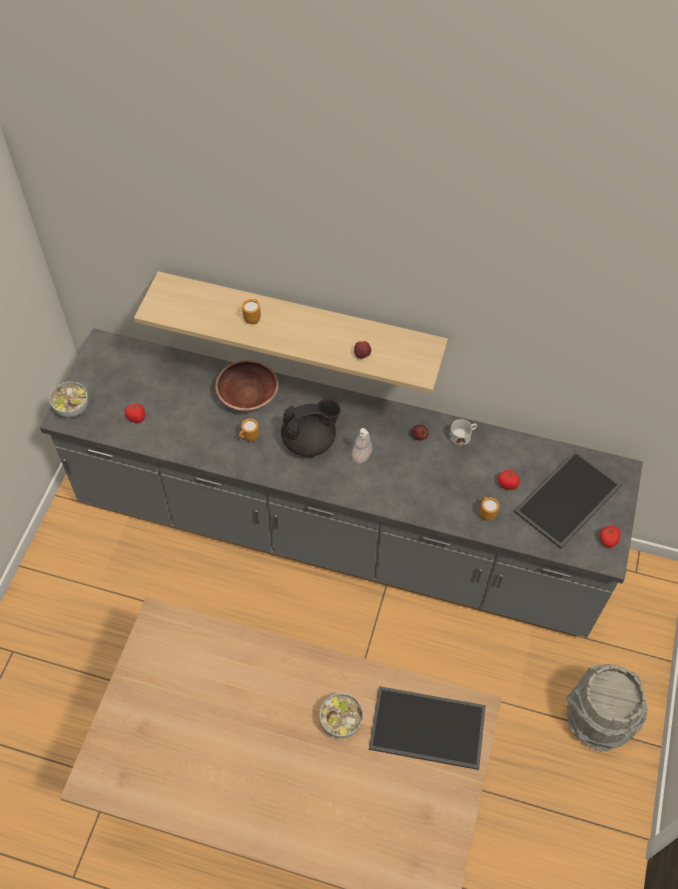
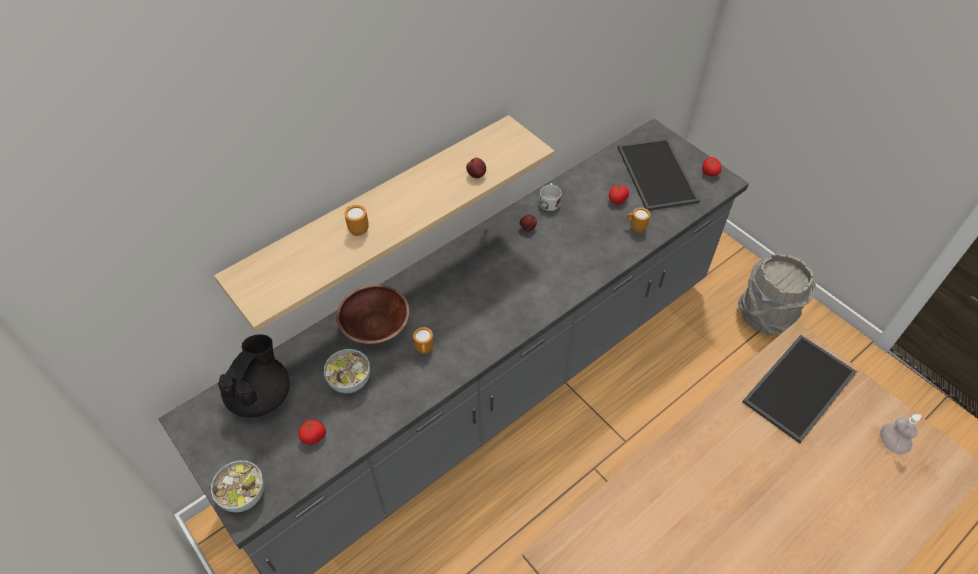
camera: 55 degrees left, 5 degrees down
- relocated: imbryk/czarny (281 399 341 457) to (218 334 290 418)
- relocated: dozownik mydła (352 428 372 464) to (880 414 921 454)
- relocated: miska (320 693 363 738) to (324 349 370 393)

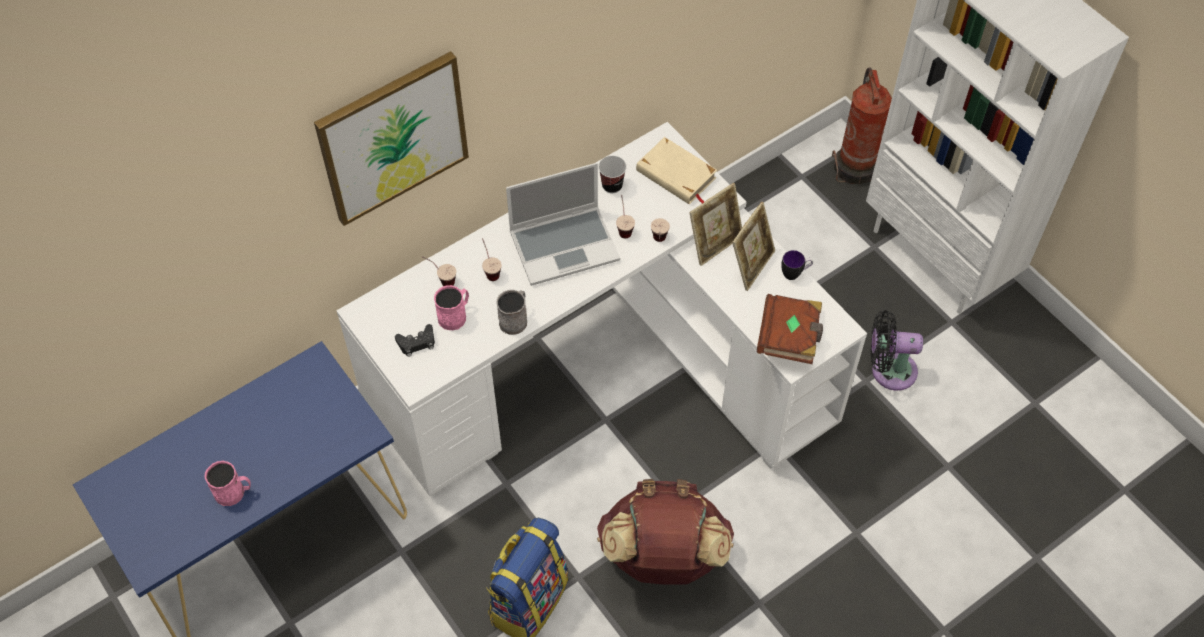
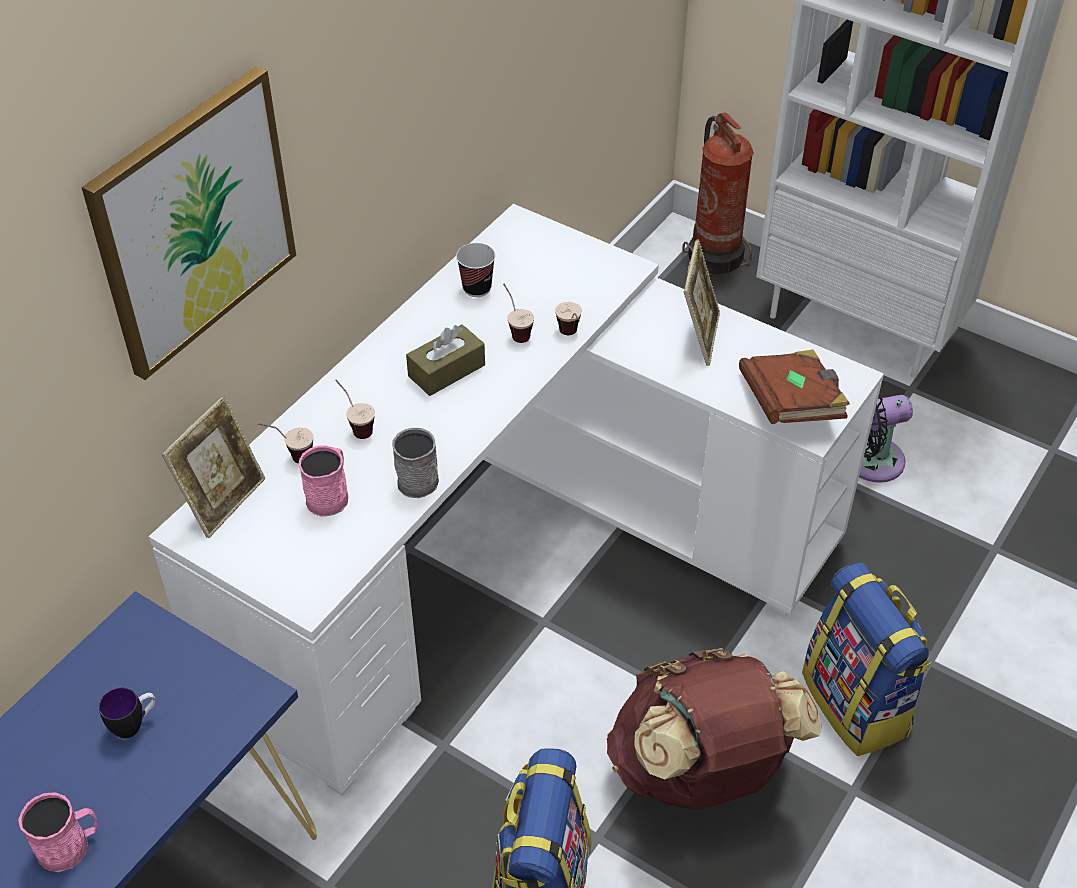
camera: 20 degrees left, 10 degrees down
- missing: książka/beżowy (636 137 717 205)
- exchanged: laptop (506 163 620 286) to pudełko chusteczek/brązowy (406 324 485 396)
- relocated: ramka na zdjęcie (689 183 742 266) to (161 396 265 538)
- relocated: kubek (781 250 813 280) to (99 688 156 738)
- missing: pad do gier/czarny (395 324 435 357)
- appeared: plecak (802 562 932 756)

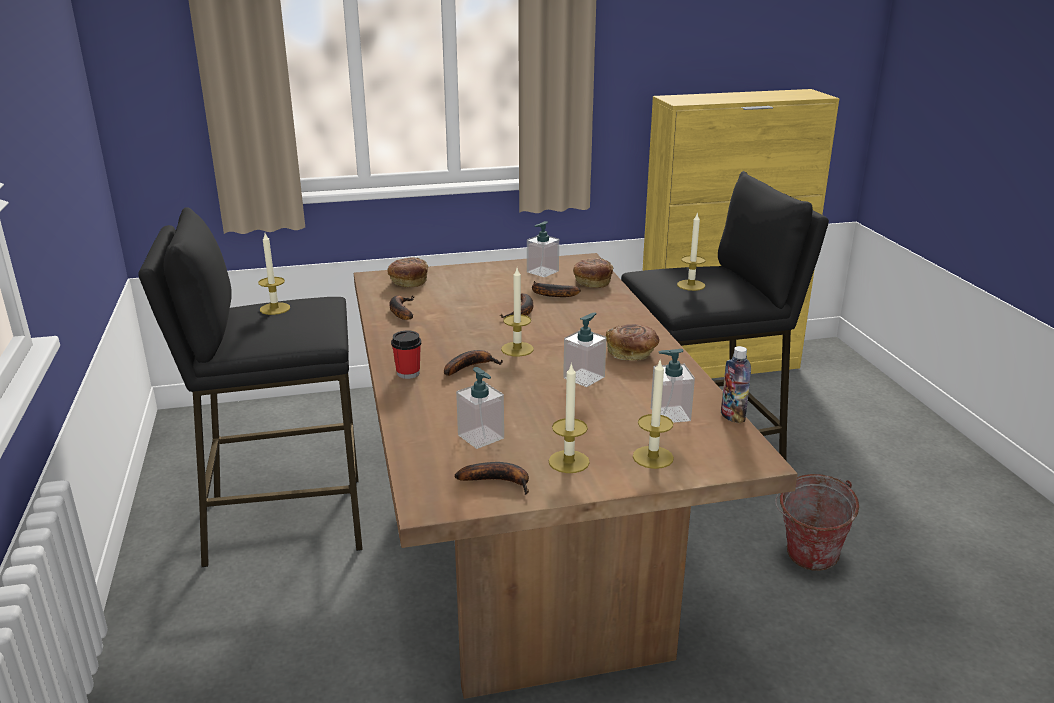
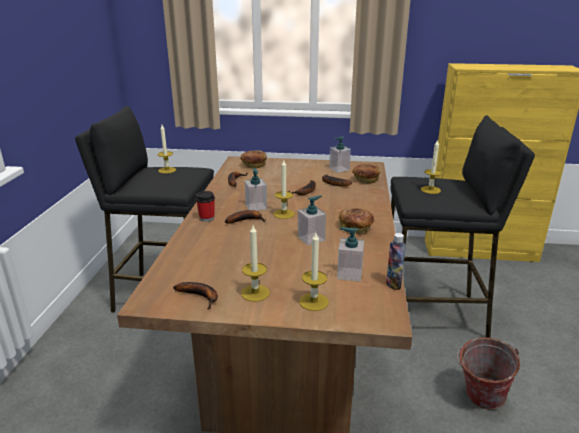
camera: 20 degrees right, 0 degrees up
- relocated: dozownik mydła (456 367 504 449) to (245 168 267 211)

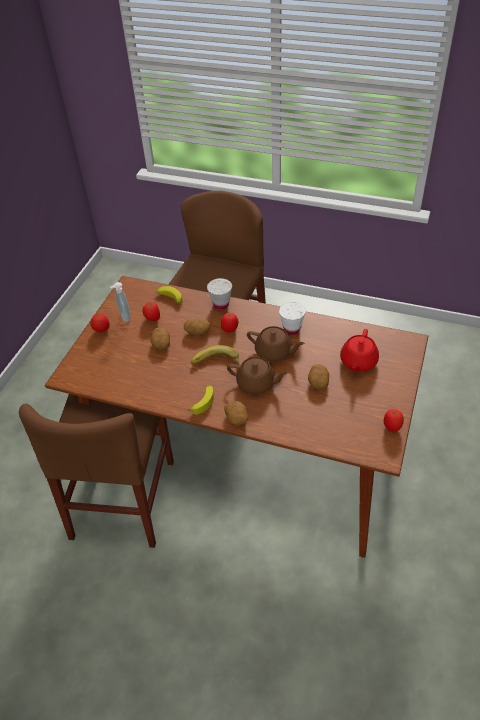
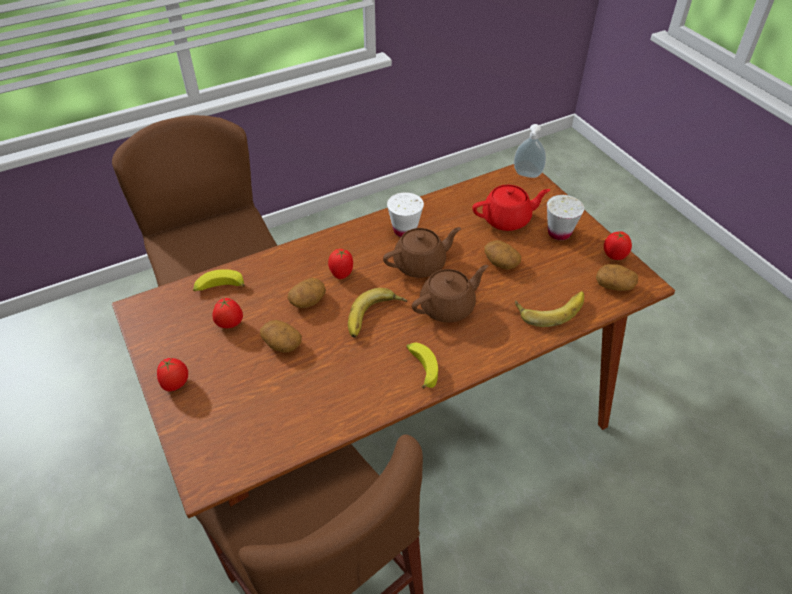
camera: 50 degrees left, 0 degrees up
- relocated: filiżanka/biały (207 278 232 310) to (547 195 584 240)
- relocated: dozownik mydła (110 282 130 322) to (514 124 546 178)
- spun: imbryk/czerwony (340 329 379 372) = (472 185 550 231) 75 degrees counterclockwise
- relocated: ziemniak (224 401 248 425) to (596 264 638 291)
- appeared: banan (515 291 584 327)

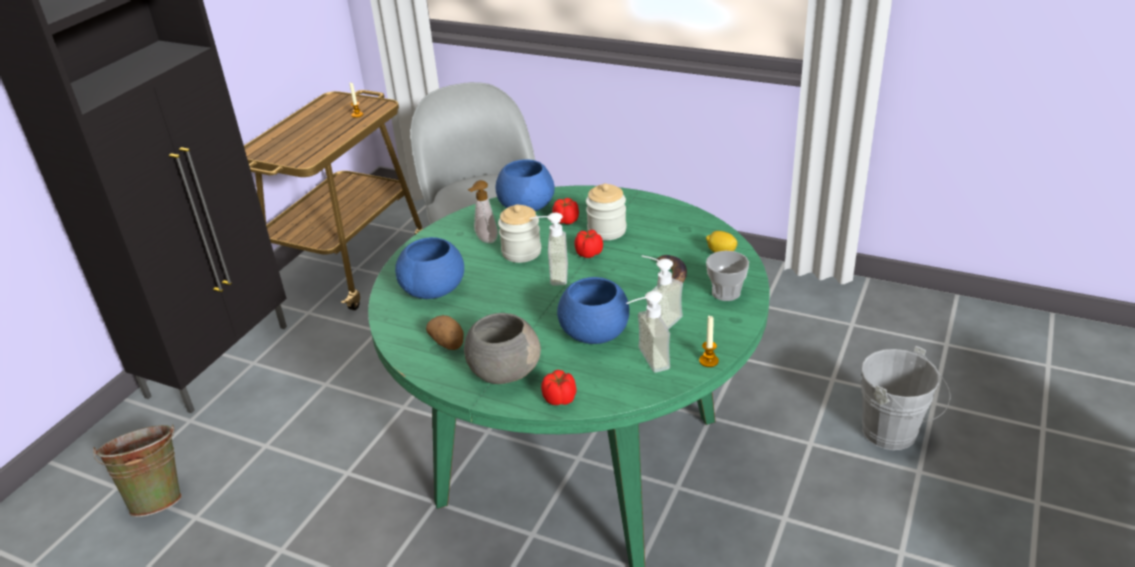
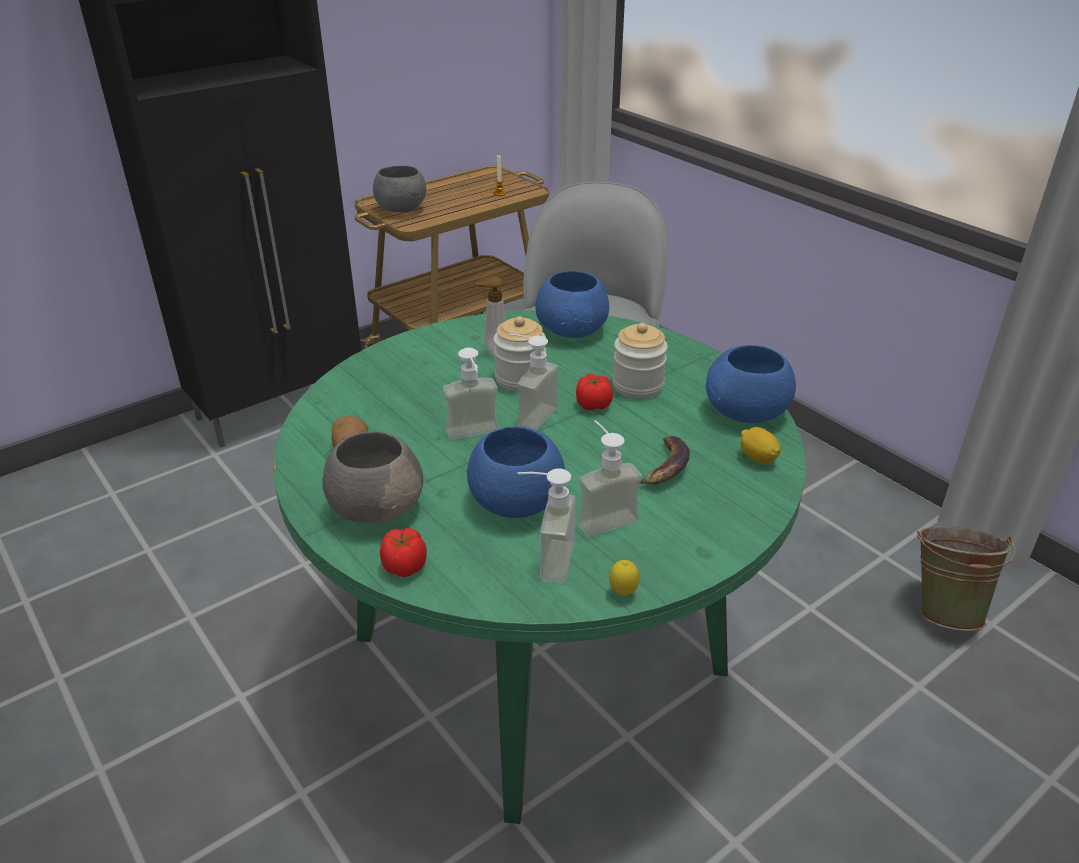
camera: 25 degrees right, 0 degrees up
- missing: pomidor (552 198 579 224)
- relocated: miska/niebieski (395 237 464 299) to (706 345 796 423)
- missing: filiżanka (706 251 749 301)
- exchanged: świeca (699 315 719 367) to cytryna (609 560 639 596)
- missing: wiadro/szary (861 346 950 450)
- relocated: wiadro/zielony (93 424 182 517) to (917 526 1016 631)
- appeared: miska/szary (373 165 426 212)
- appeared: dozownik mydła (443 348 499 440)

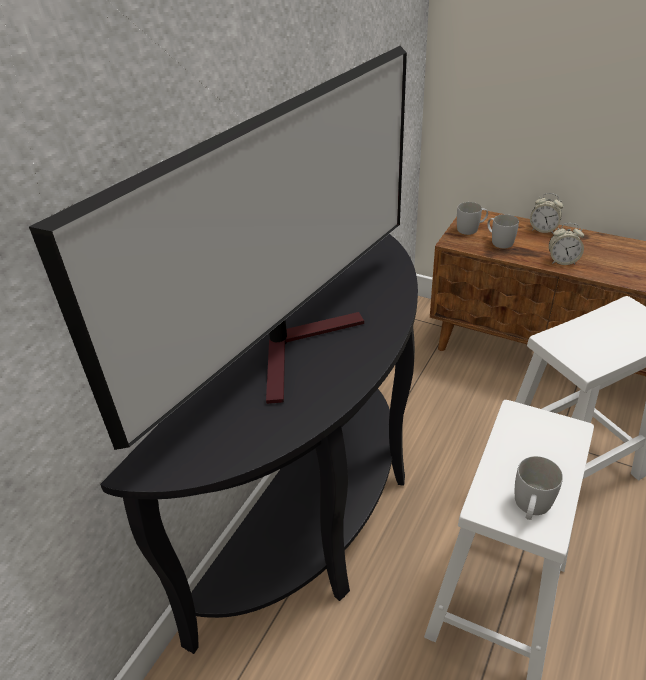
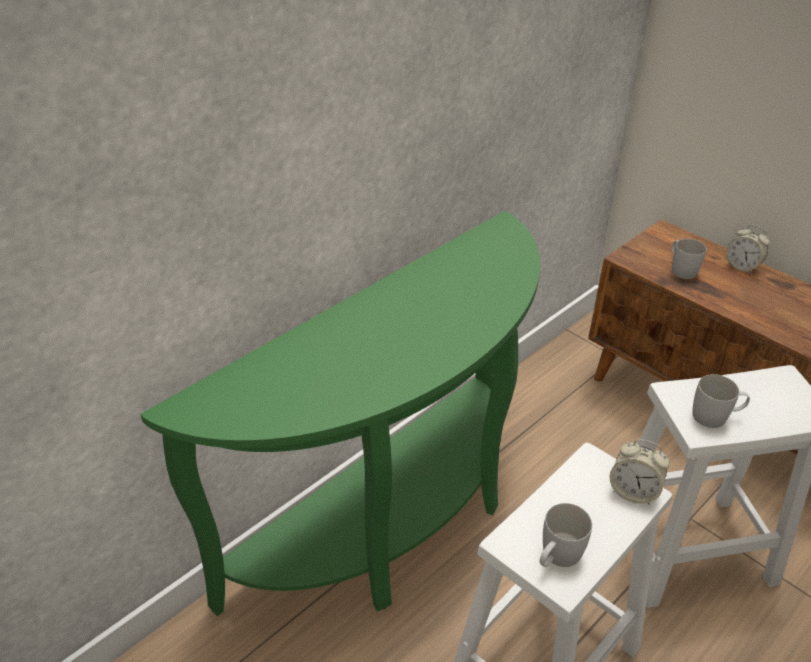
camera: 15 degrees right, 0 degrees up
- missing: telewizor (29 46 407 450)
- relocated: kubek/biały (457 202 488 235) to (692 374 750 428)
- relocated: budzik (549 223 584 265) to (609 439 670 505)
- colour: stolik konsolowy/czarny (100 234 418 654) to stolik konsolowy/zielony (140 211 540 616)

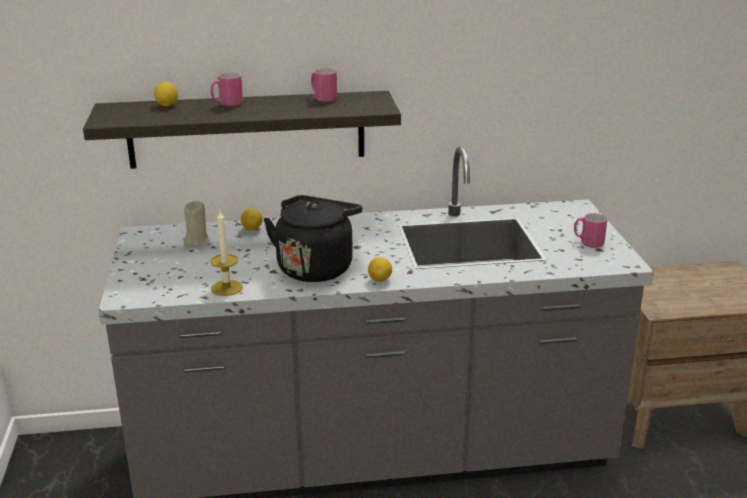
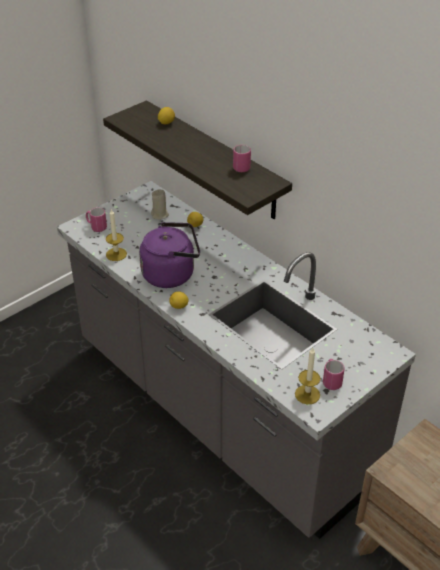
camera: 55 degrees right, 15 degrees up
- relocated: kubek/różowy (210 72 243 107) to (86 208 107 232)
- colour: czajnik/czarny (264 195 363 282) to czajnik/fioletowy (139 222 200 288)
- appeared: świeca (295 348 320 404)

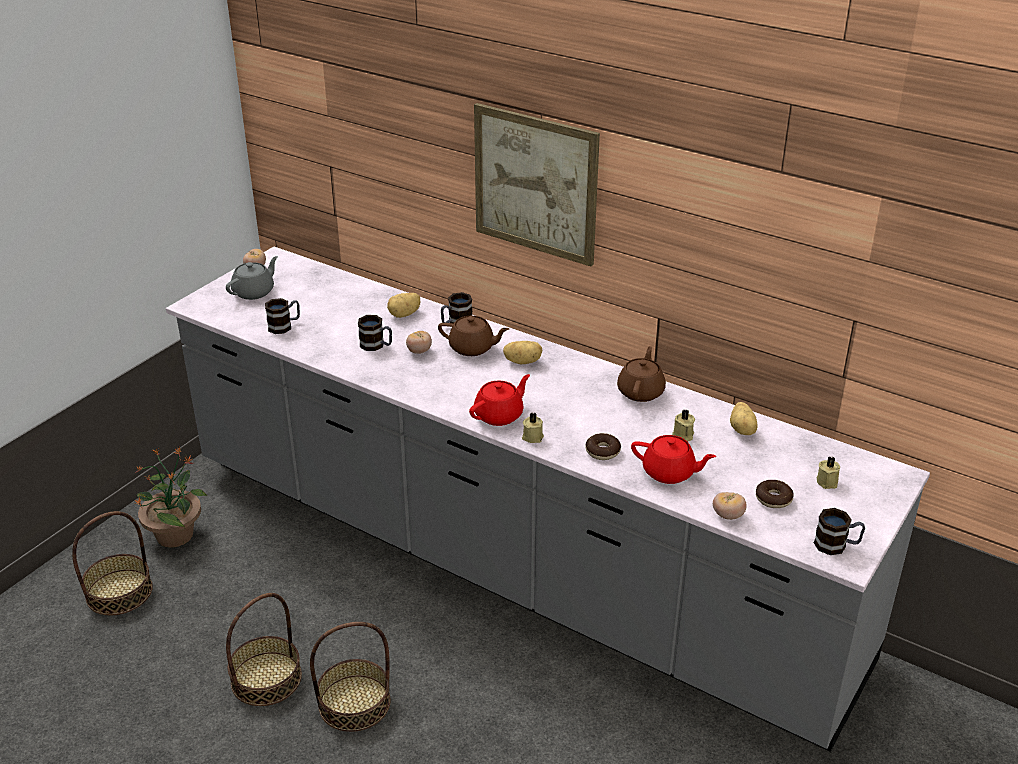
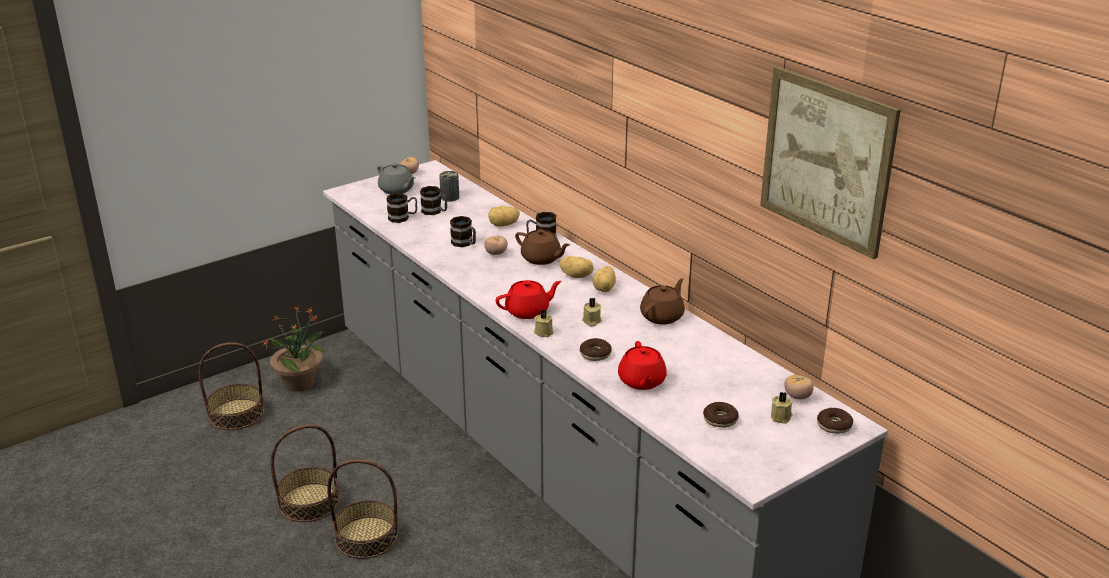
camera: 20 degrees right, 5 degrees down
- relocated: obraz (474 103 600 266) to (760 66 901 259)
- spun: imbryk/szary (226 256 278 300) = (377 163 415 194) 75 degrees clockwise
- relocated: ziemniak (730 402 758 435) to (592 266 616 292)
- relocated: świeca/beżowy (672 410 695 442) to (582 298 602 326)
- spun: imbryk/czerwony (631 435 716 484) = (618 341 667 390) 45 degrees clockwise
- relocated: pomidor (713 492 747 520) to (784 375 814 400)
- relocated: kubek (814 508 865 555) to (420 186 447 215)
- appeared: puszka (439 171 459 202)
- appeared: donut (817 408 853 434)

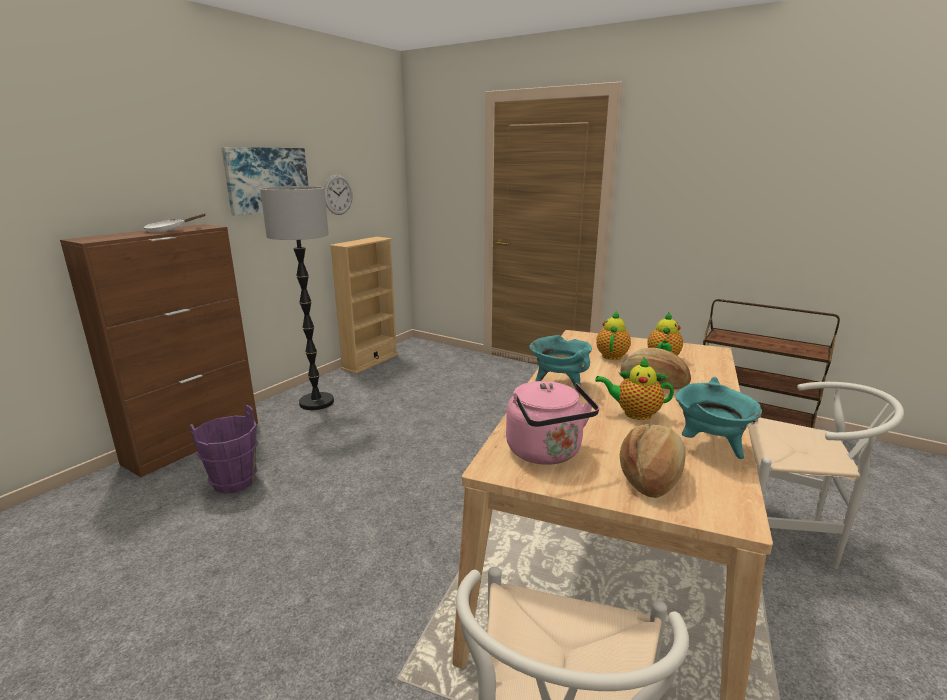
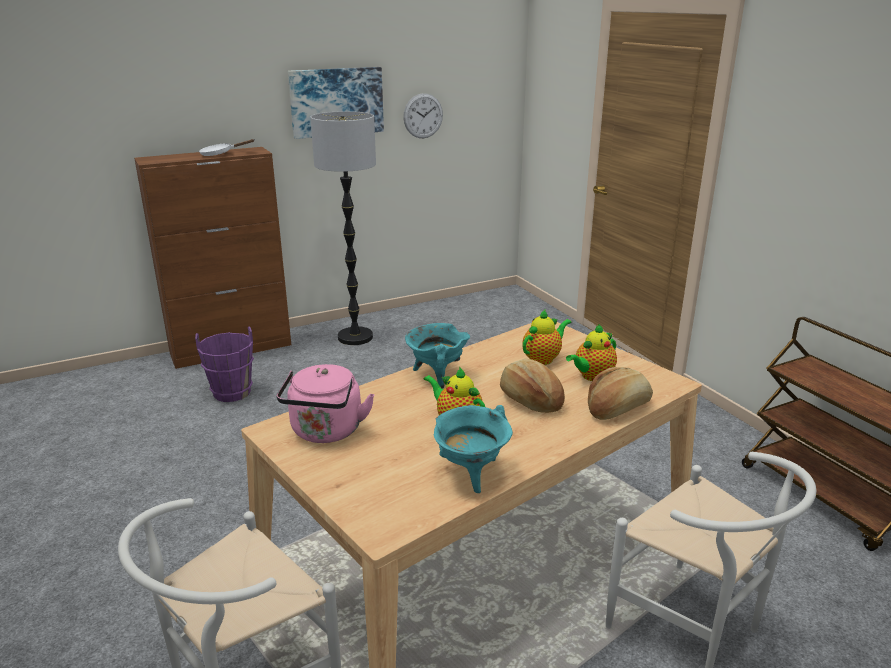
camera: 30 degrees right, 5 degrees up
- missing: regał/beżowy (330 237 398 374)
- relocated: chleb (620 424 686 498) to (588 367 653 420)

